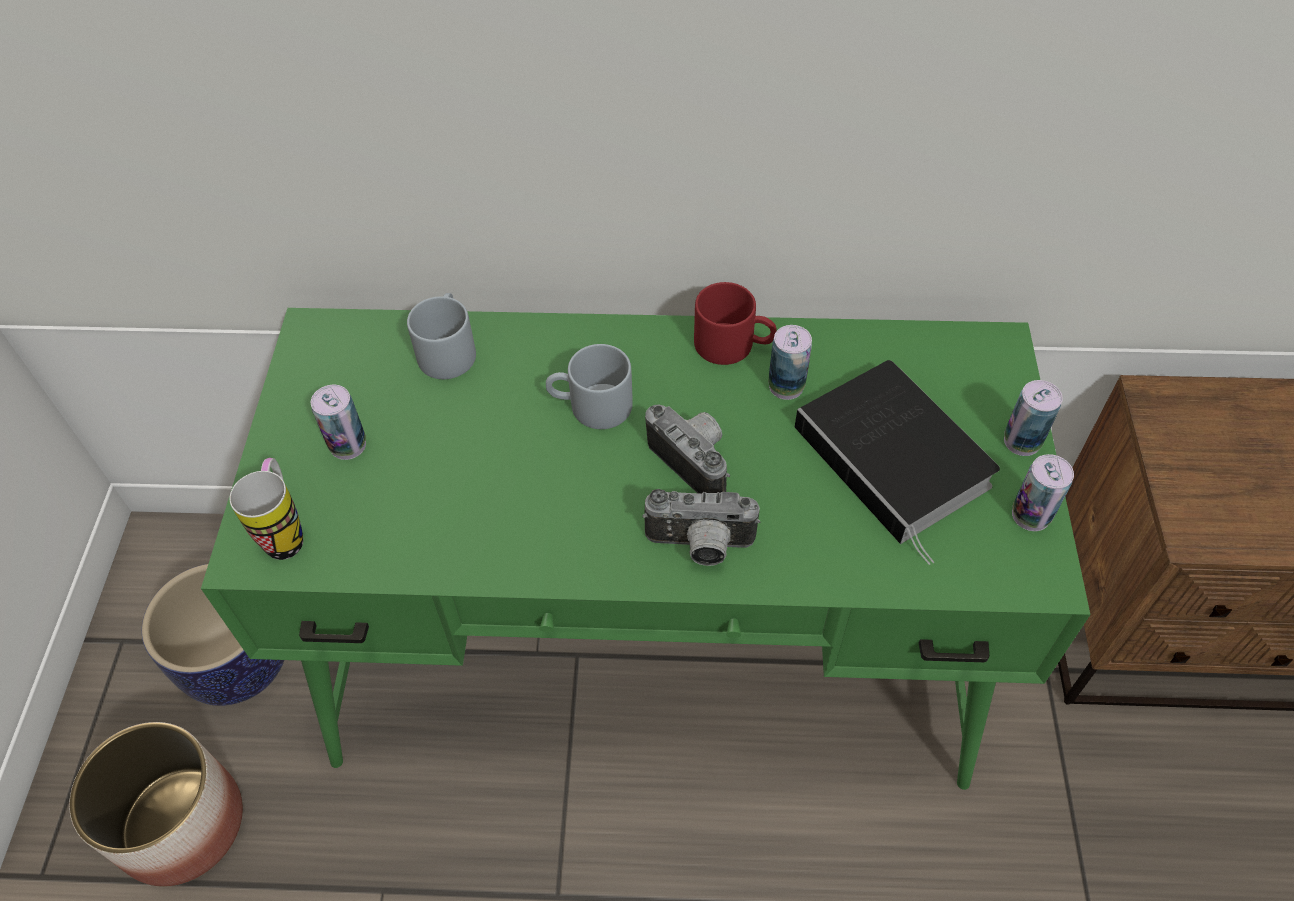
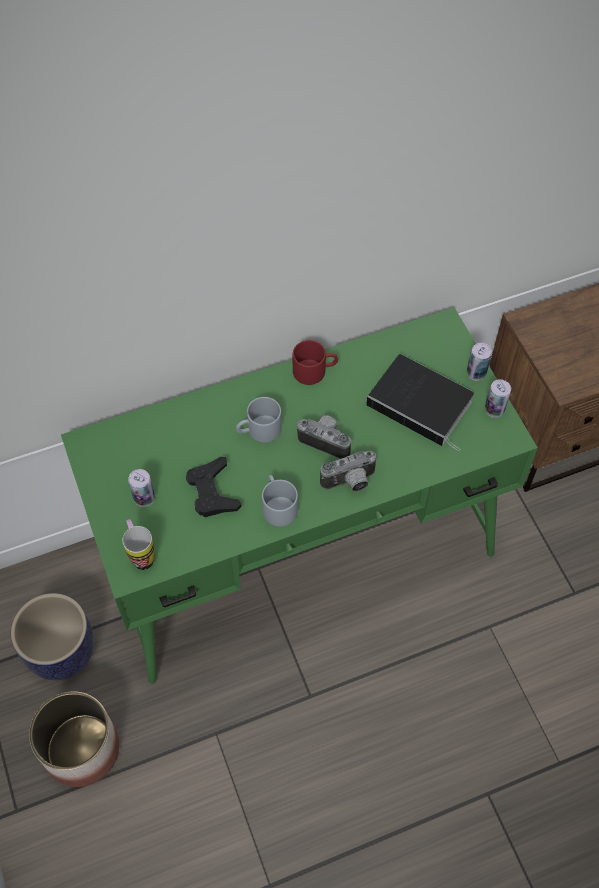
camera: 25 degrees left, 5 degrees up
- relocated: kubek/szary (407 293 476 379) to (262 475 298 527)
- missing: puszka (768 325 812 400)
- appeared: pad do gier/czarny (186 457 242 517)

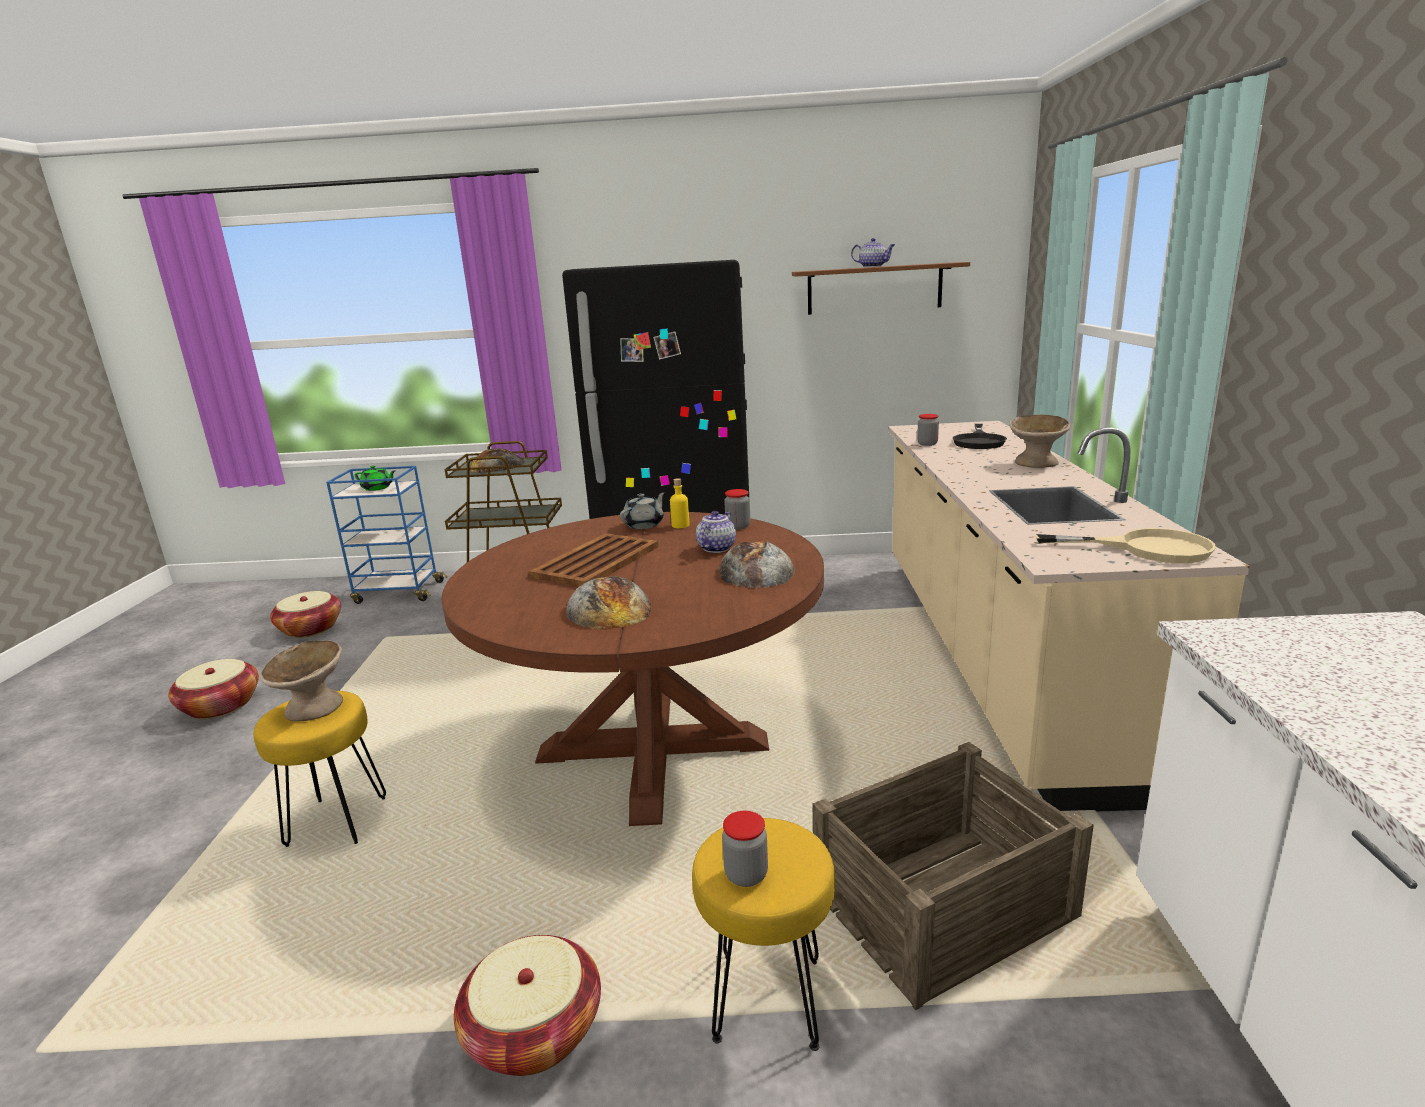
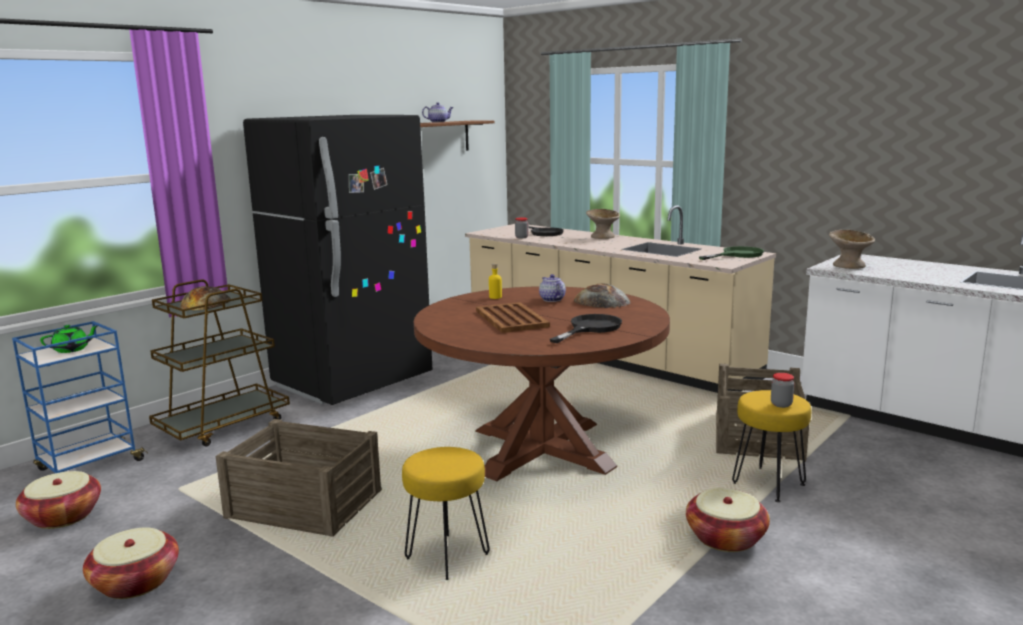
camera: 50 degrees left, 5 degrees down
- missing: słoik (724 489 750 529)
- missing: imbryk/szary (620 492 665 529)
- colour: patelnia/beżowy (1036 528 1216 563) to patelnia/zielony (699 246 764 260)
- exchanged: chleb (566 576 651 629) to patelnia/czarny (550 314 622 343)
- relocated: miska/beżowy (260 640 343 721) to (829 230 875 269)
- appeared: skrzynka (216 419 382 537)

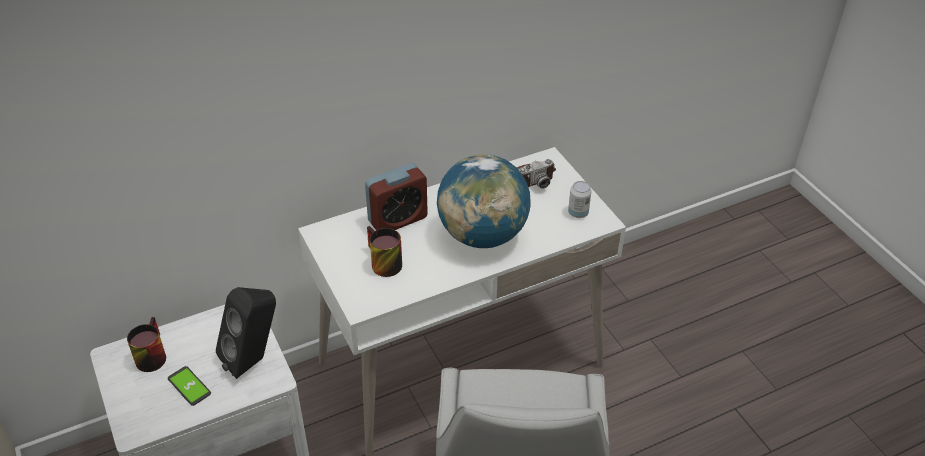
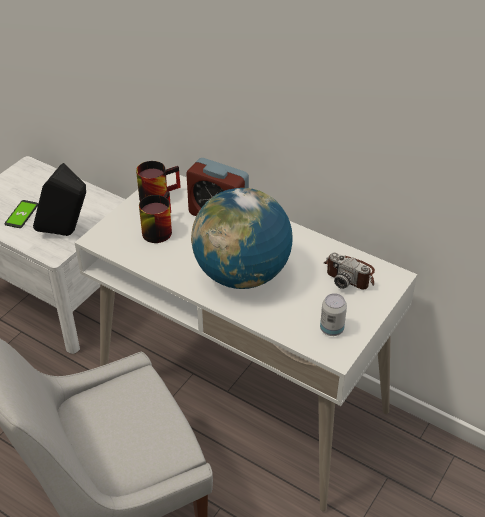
camera: 60 degrees right, 0 degrees up
- relocated: kubek (127 317 166 372) to (136 161 181 201)

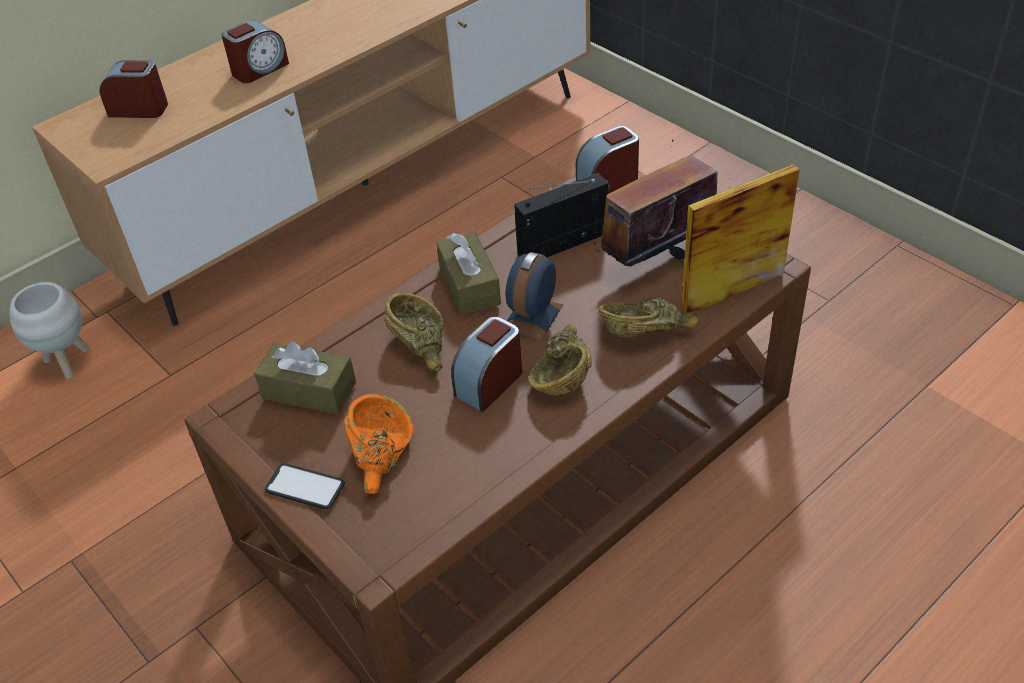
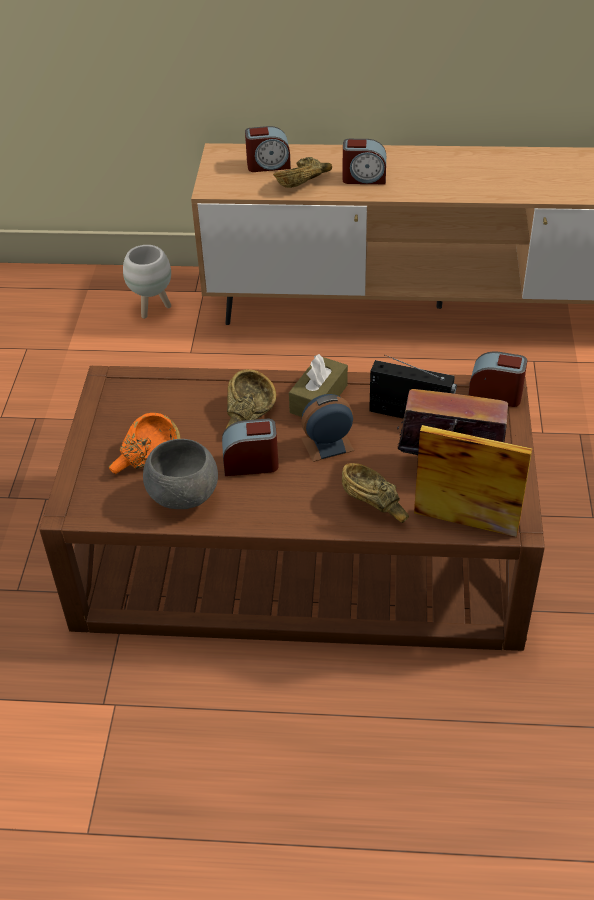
camera: 45 degrees right, 0 degrees up
- spun: budzik (99 60 168 118) = (245 126 291 172) 120 degrees clockwise
- relocated: miska/brązowy (529 325 592 396) to (273 157 332 188)
- missing: pudełko chusteczek/brązowy (254 342 356 414)
- missing: telefon (265 463 345 509)
- appeared: miska/szary (143 439 218 509)

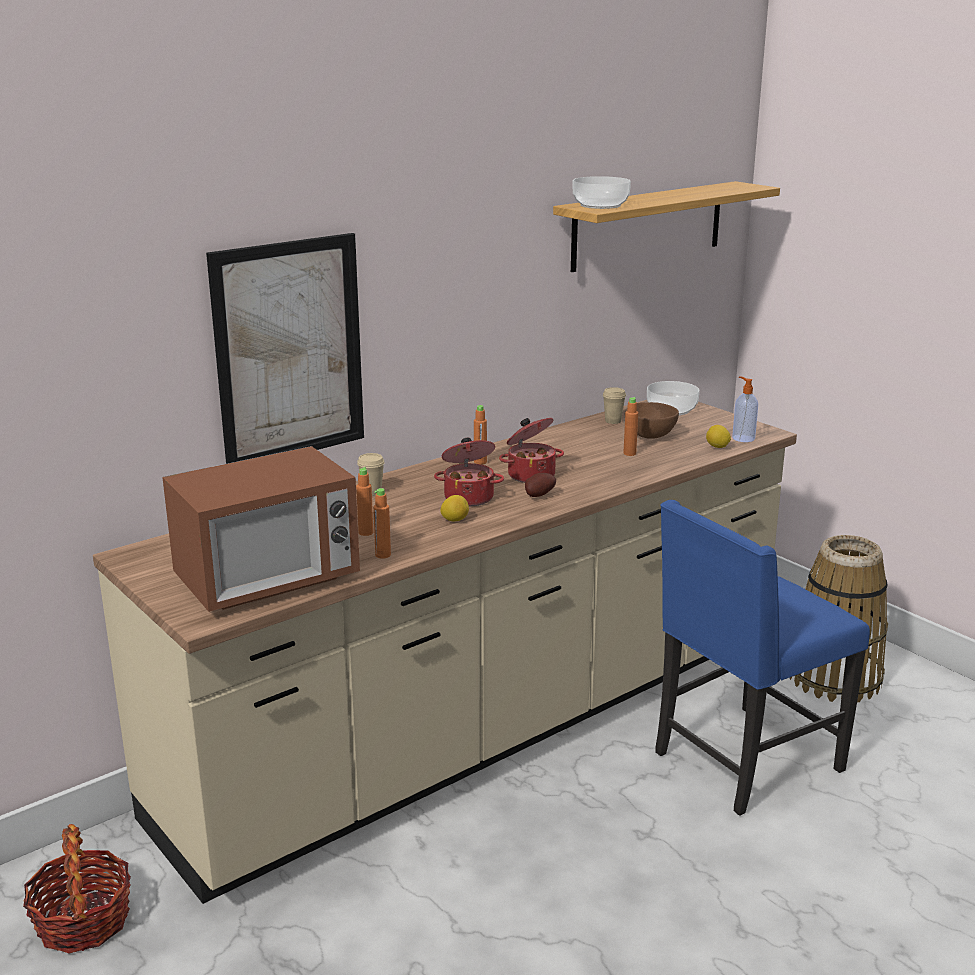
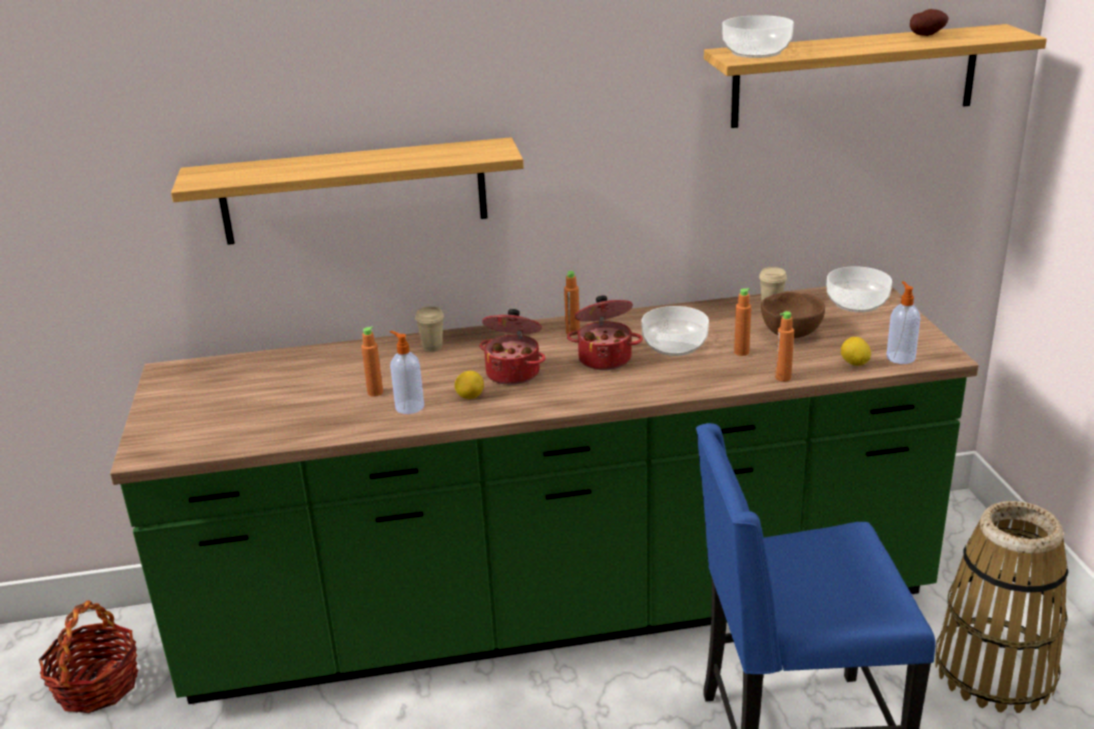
camera: 30 degrees right, 5 degrees up
- exchanged: obraz (206 233 364 464) to półka (171 137 524 245)
- colour: zabudowa kuchenna/beżowy (93 400 797 904) to zabudowa kuchenna/zielony (110 287 979 704)
- missing: mikrofalówka (162 446 360 612)
- relocated: ziemniak (525 473 556 497) to (910 9 949 36)
- relocated: butelka/pomarańczowy (373 488 391 559) to (775 311 794 382)
- appeared: miska (641 306 709 356)
- appeared: dozownik mydła (390 331 424 414)

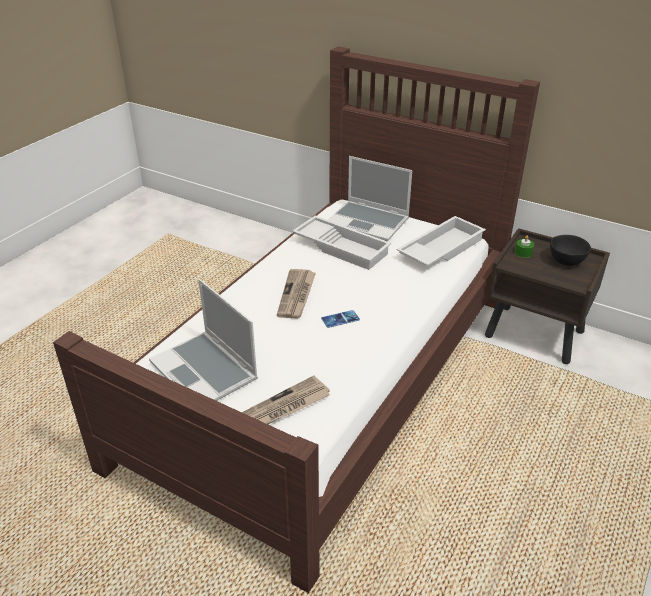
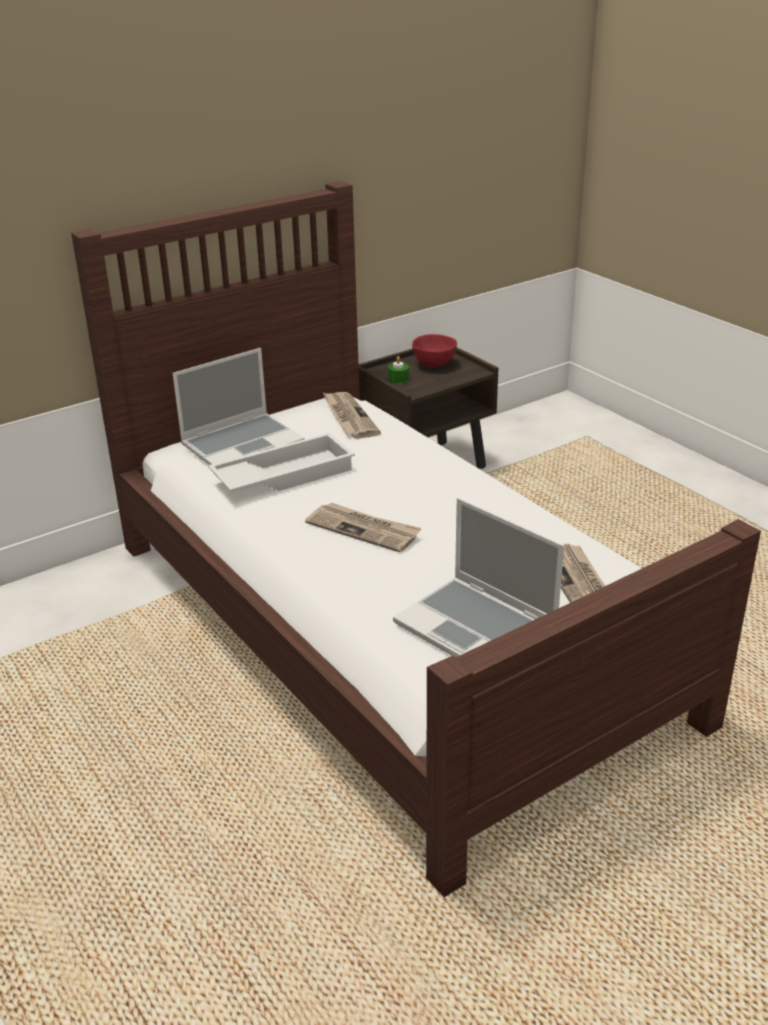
camera: 65 degrees left, 5 degrees down
- exchanged: taca/biały (396 216 486 267) to gazeta (323 392 381 439)
- colour: miska/czarny (550 235 591 266) to miska/czerwony (412 334 457 368)
- spun: laptop (149 279 258 401) = (393 498 564 658) 60 degrees clockwise
- missing: telefon (321 310 360 328)

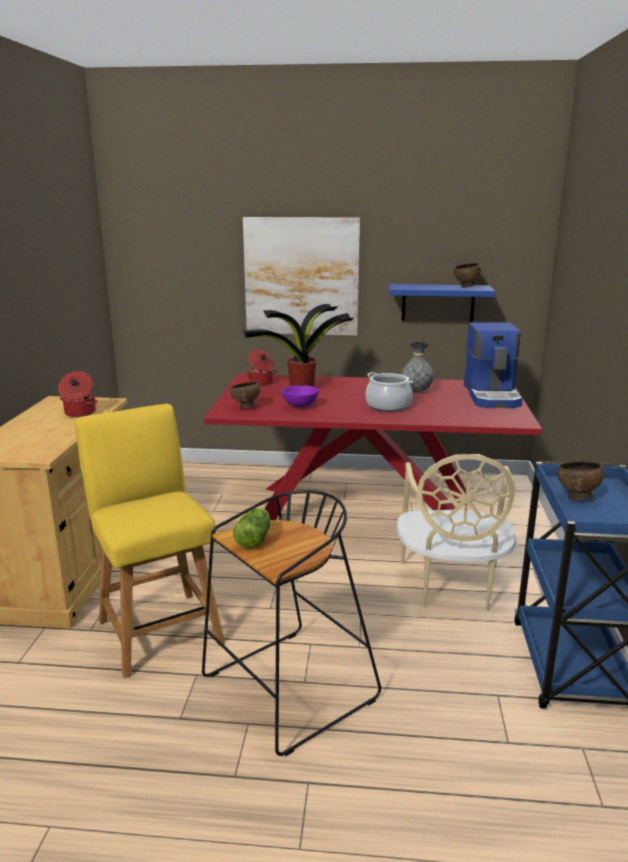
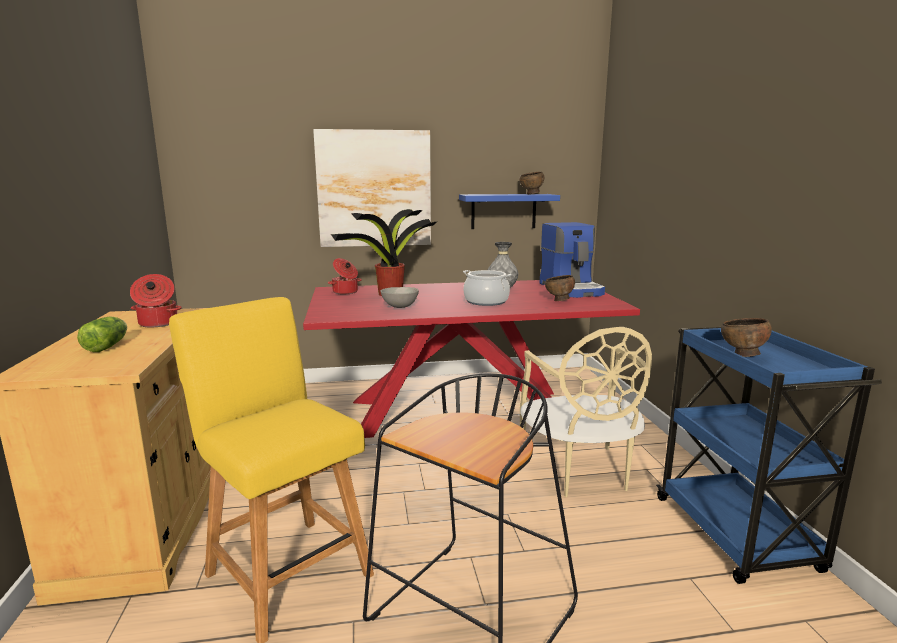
camera: 15 degrees left, 5 degrees down
- relocated: miska/brązowy (230 381 261 408) to (545 275 575 301)
- colour: miska/fioletowy (282 385 319 407) to miska/szary (381 287 419 308)
- relocated: sałata (233 508 271 548) to (77 316 127 352)

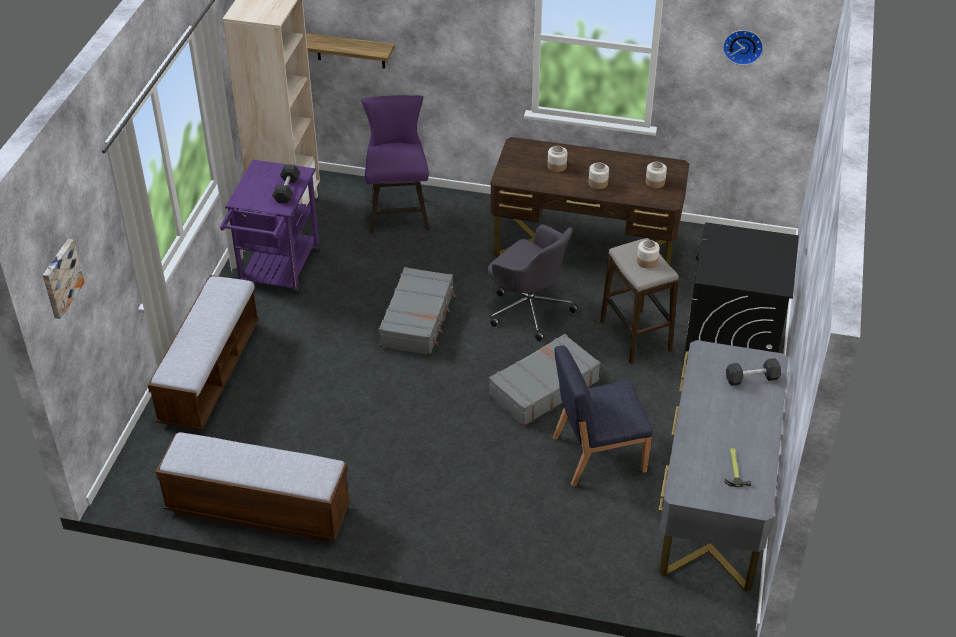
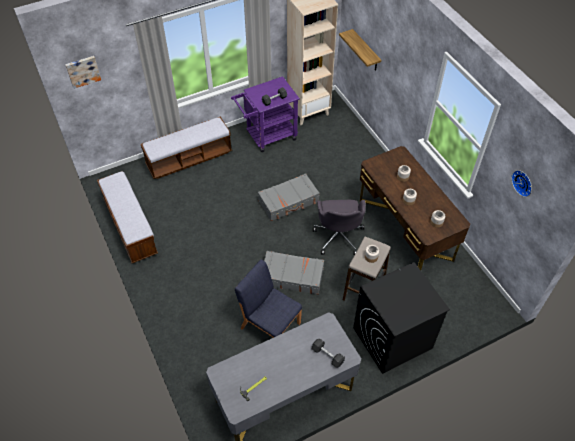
camera: 50 degrees right, 10 degrees up
- missing: stołek/fioletowy (361 95 430 234)

